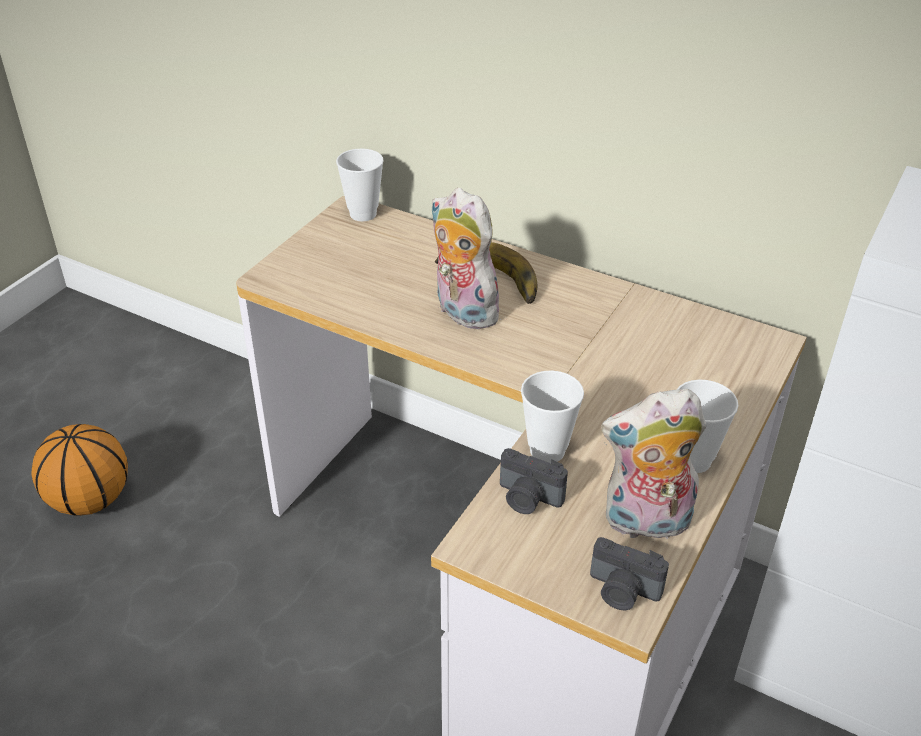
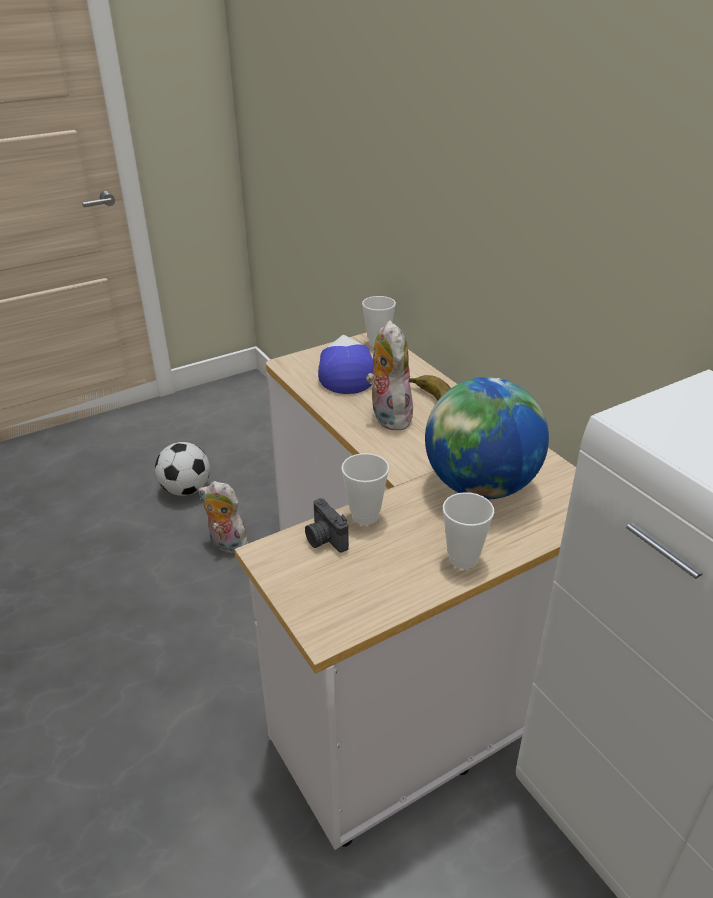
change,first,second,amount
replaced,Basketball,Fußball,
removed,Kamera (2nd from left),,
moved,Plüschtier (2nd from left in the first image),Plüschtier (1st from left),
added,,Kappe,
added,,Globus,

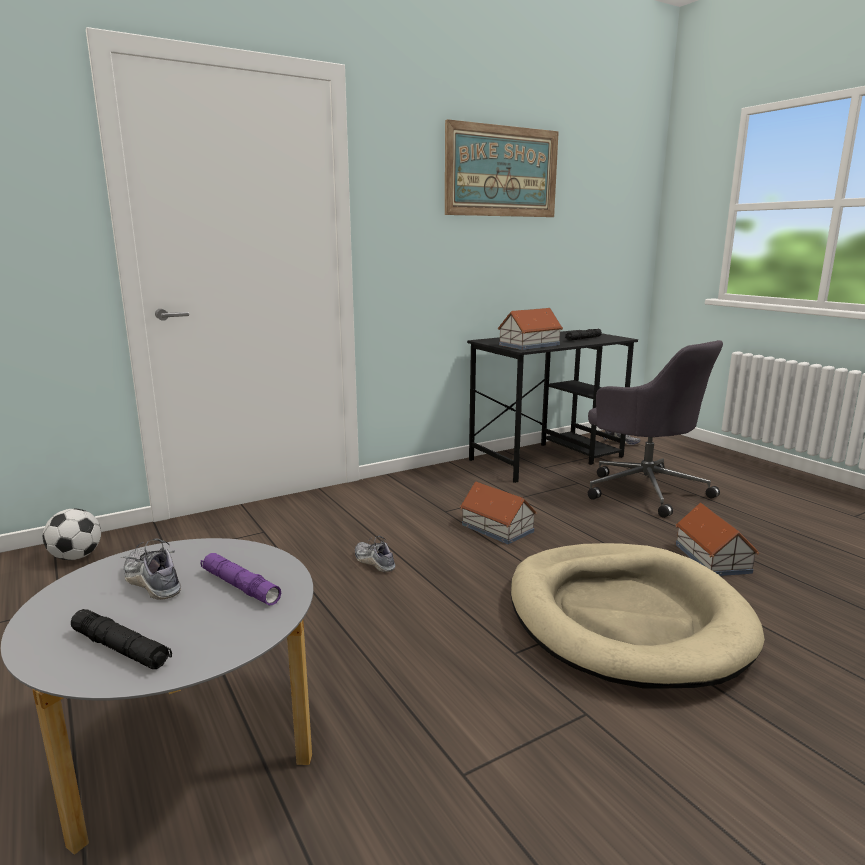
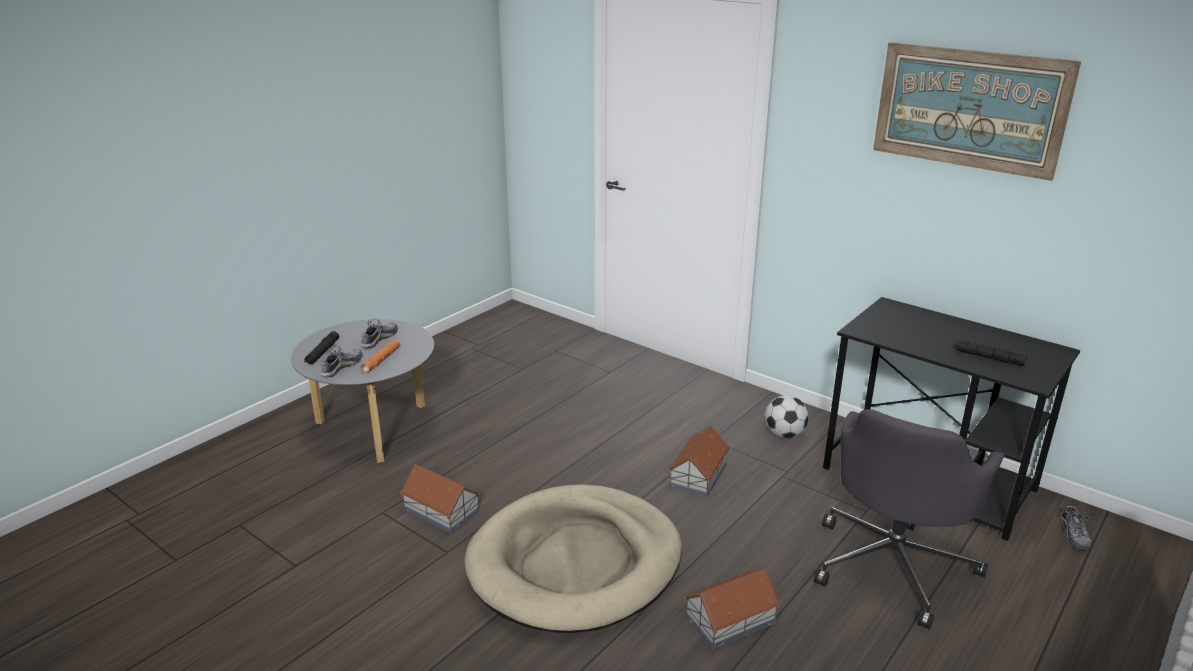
change,first,second,amount
moved,Fußball,,
recoloured,Taschenlampe [lila],Taschenlampe [orange],
moved,Schuh (2nd from left in the first image),Schuh (1st from left),
moved,Spielzeughaus (2nd from left in the first image),Spielzeughaus (1st from left),

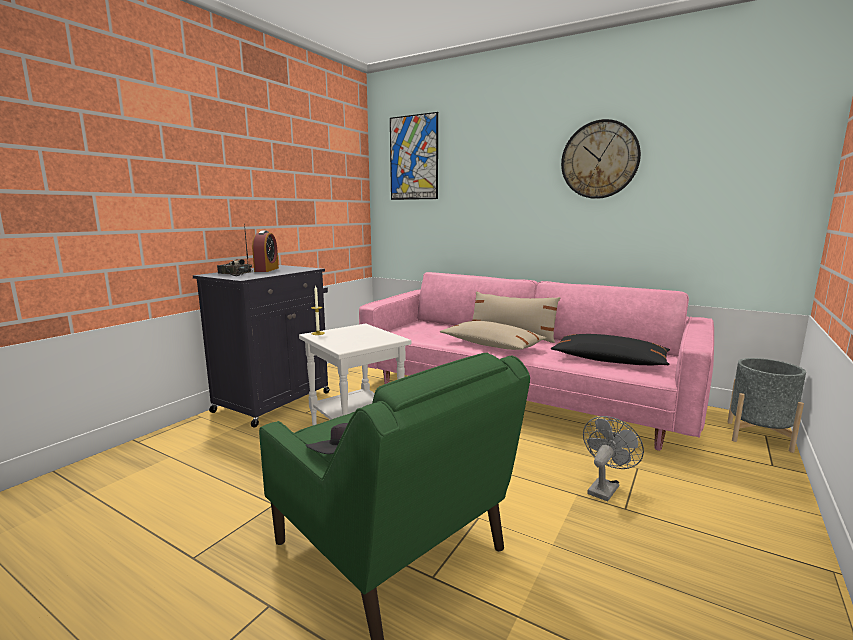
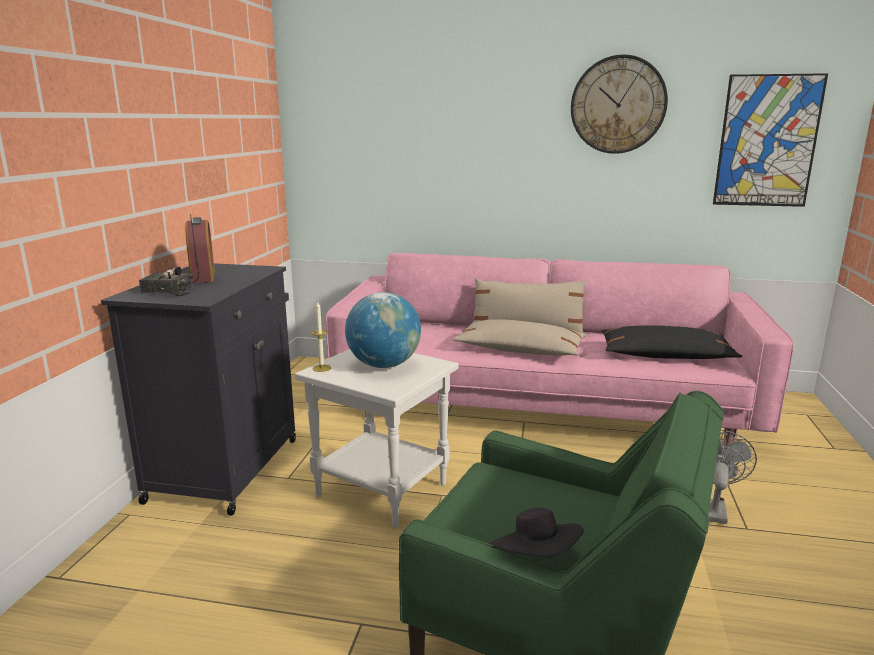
change,first,second,amount
moved,Bild,,
removed,Pflanzkübel [grau],,
added,,Globus,

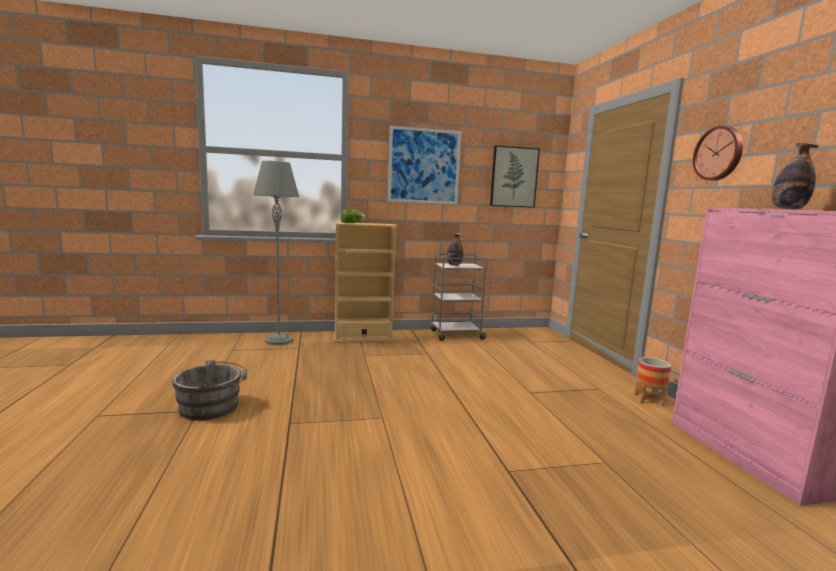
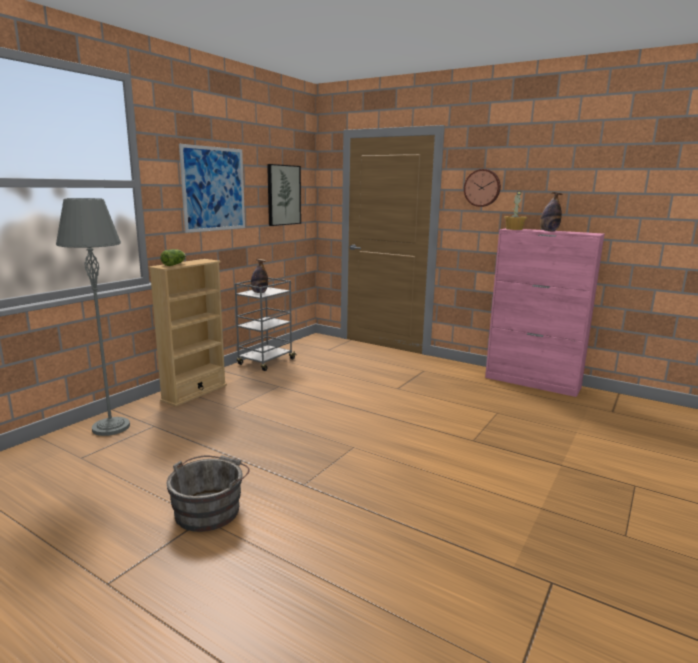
change,first,second,amount
removed,Pflanzkübel,,
added,,Topfpflanze,

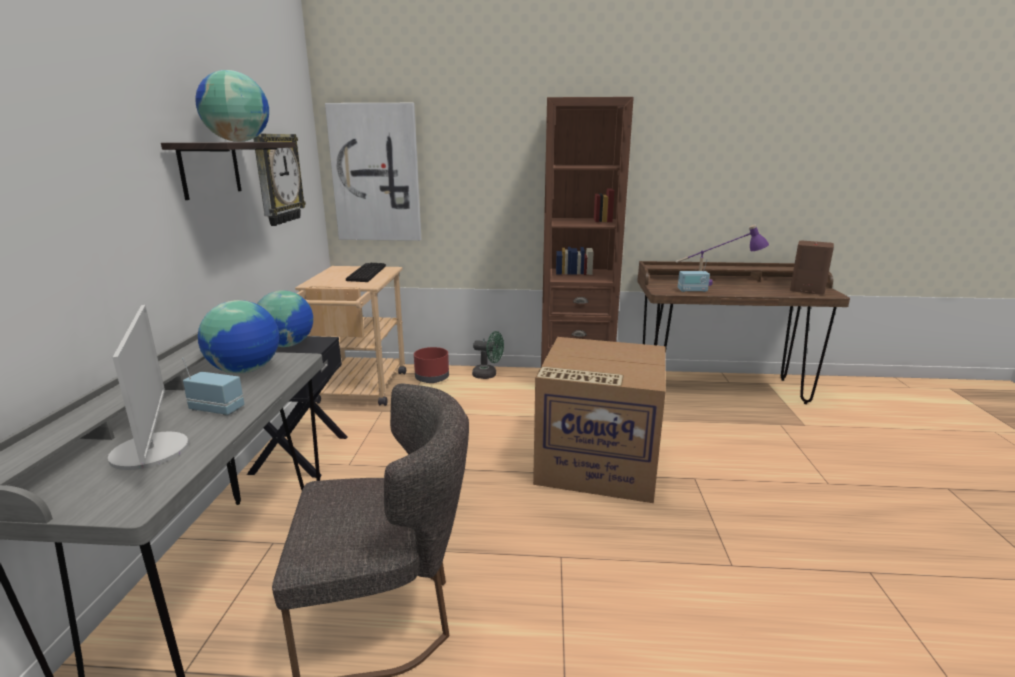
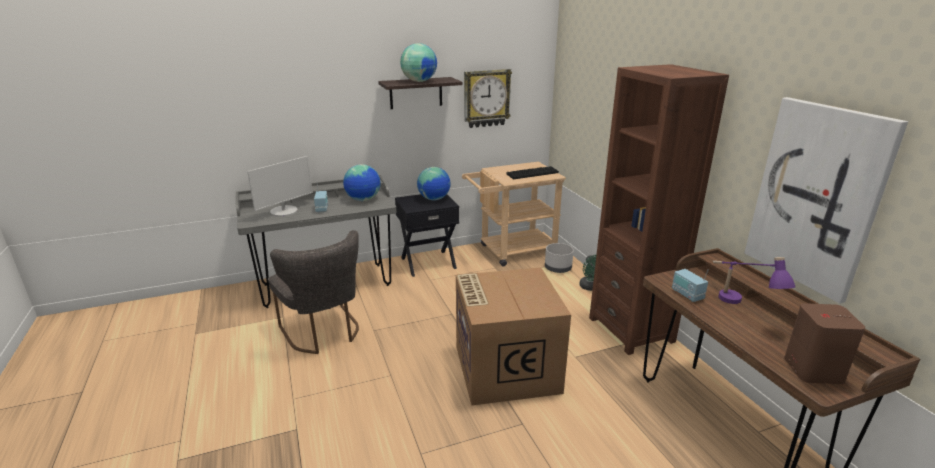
change,first,second,amount
moved,Bild,,
recoloured,Pflanzkübel [rot],Pflanzkübel [grau],

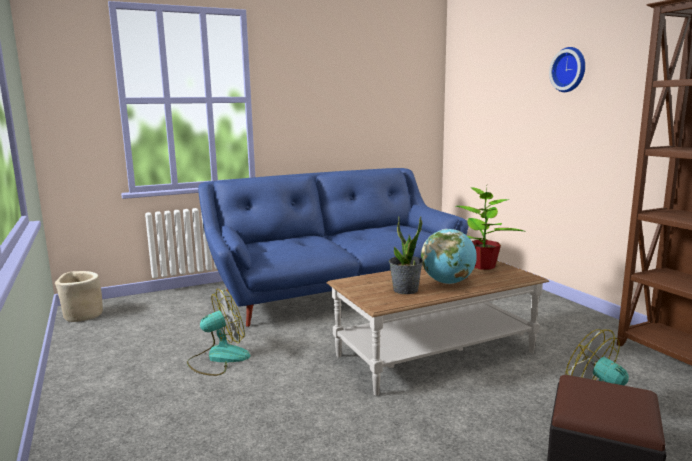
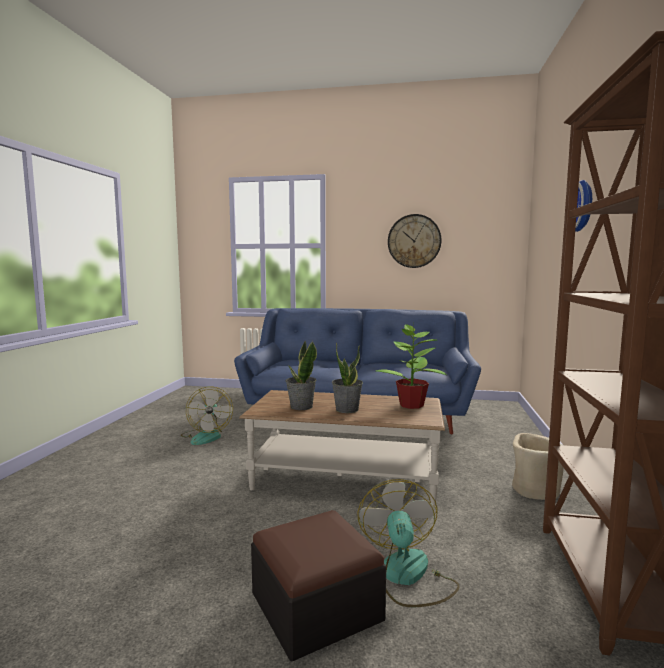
change,first,second,amount
moved,Pflanzkübel [beige],,
turned,Ventilator (1st from left),,75 degrees clockwise
replaced,Globus,Topfpflanze (2nd from left),
added,,Wanduhr (1st from left),

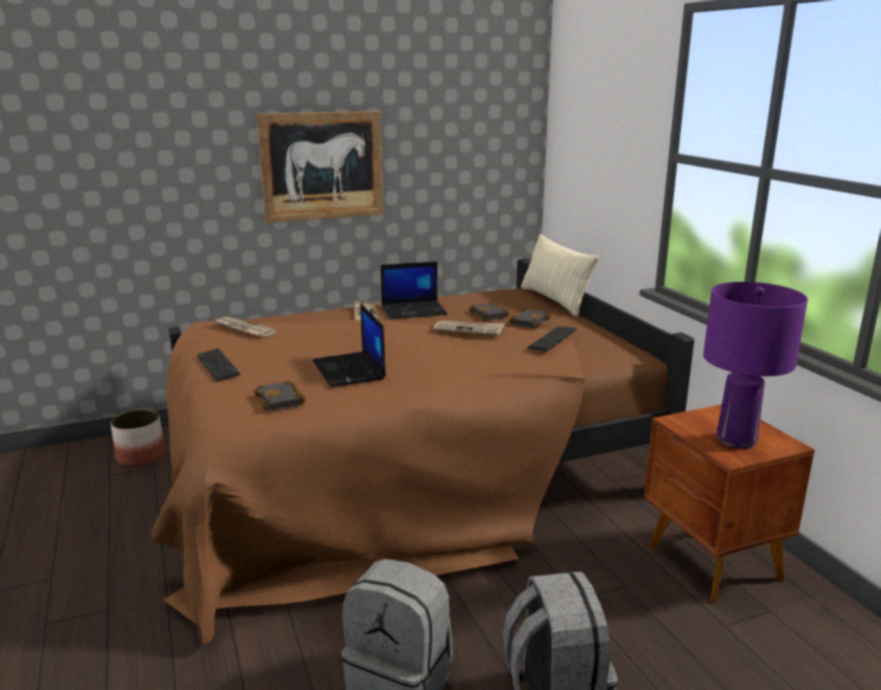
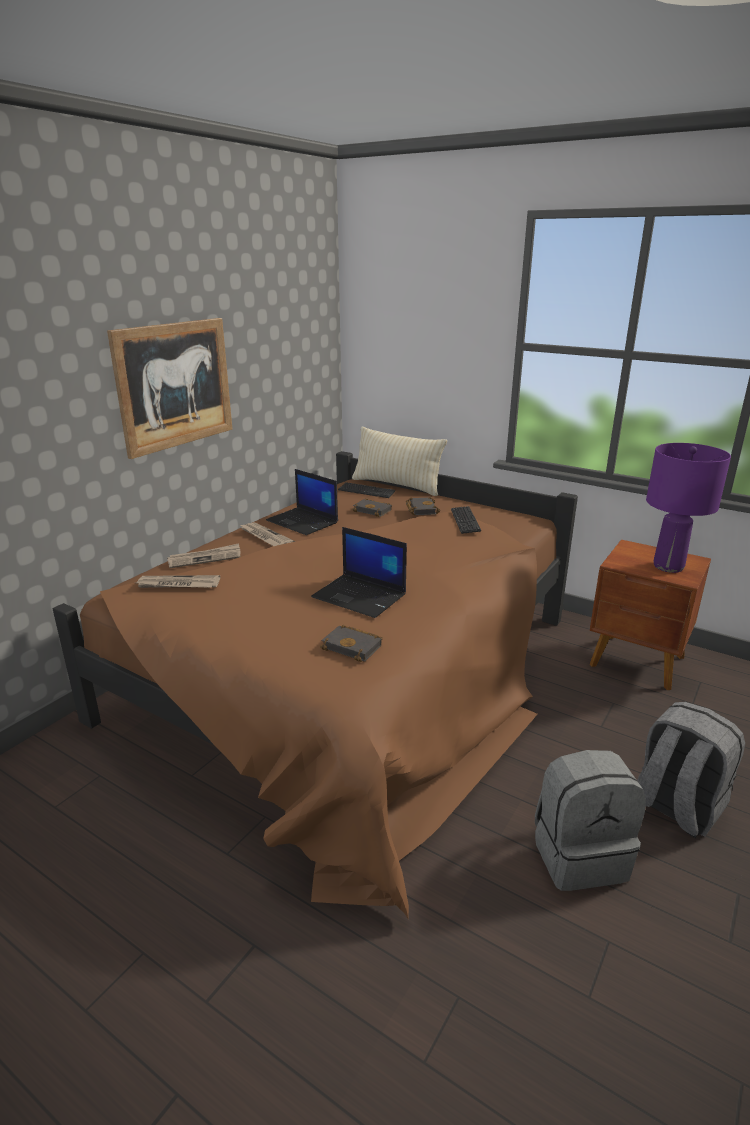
change,first,second,amount
removed,Pflanzkübel,,
moved,Tastatur (1st from left),,
turned,Laptop (2nd from left in the first image),Laptop (1st from left),90 degrees clockwise
moved,Zeitung (3rd from left in the first image),Zeitung (2nd from left),

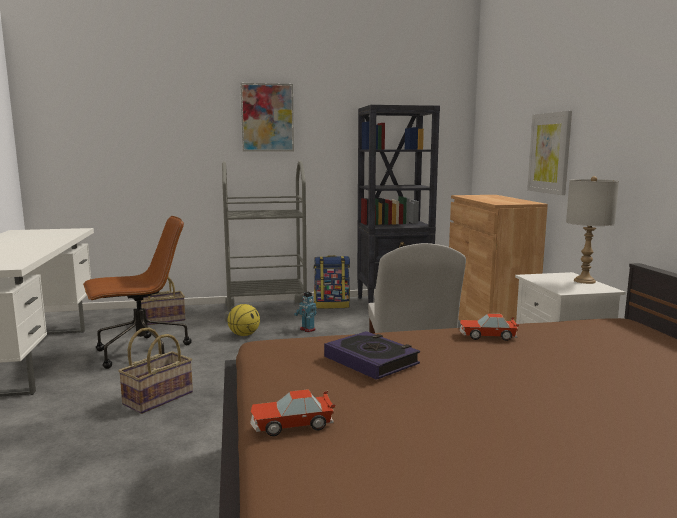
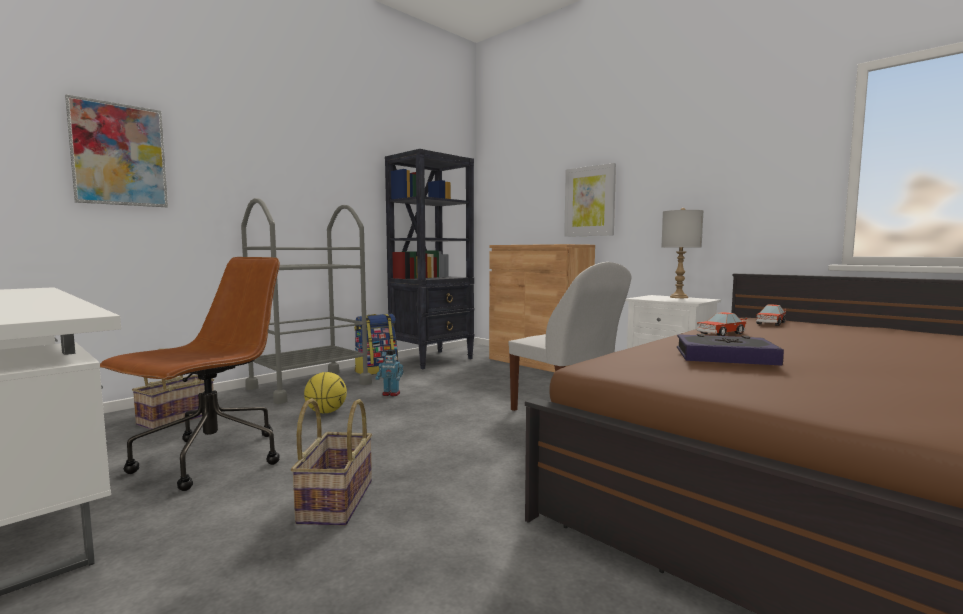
change,first,second,amount
moved,Bild (1st from left),,
moved,Spielzeugauto (1st from left in the first image),Spielzeugauto (2nd from left),

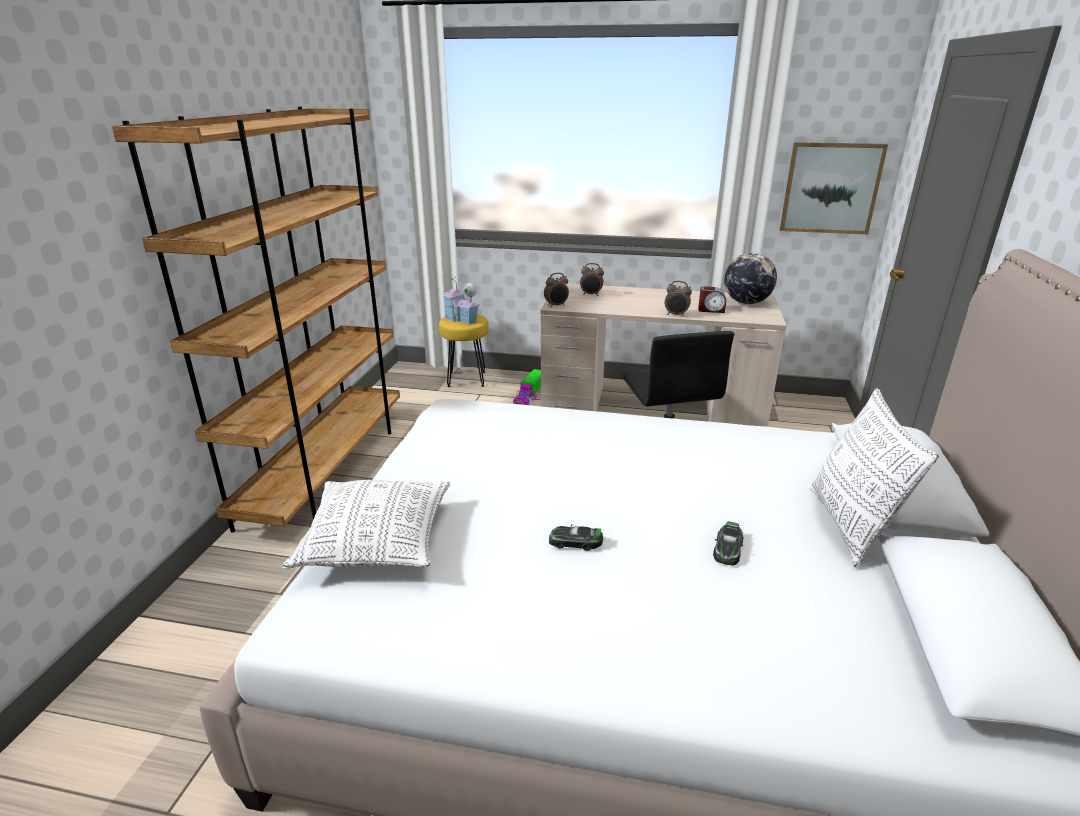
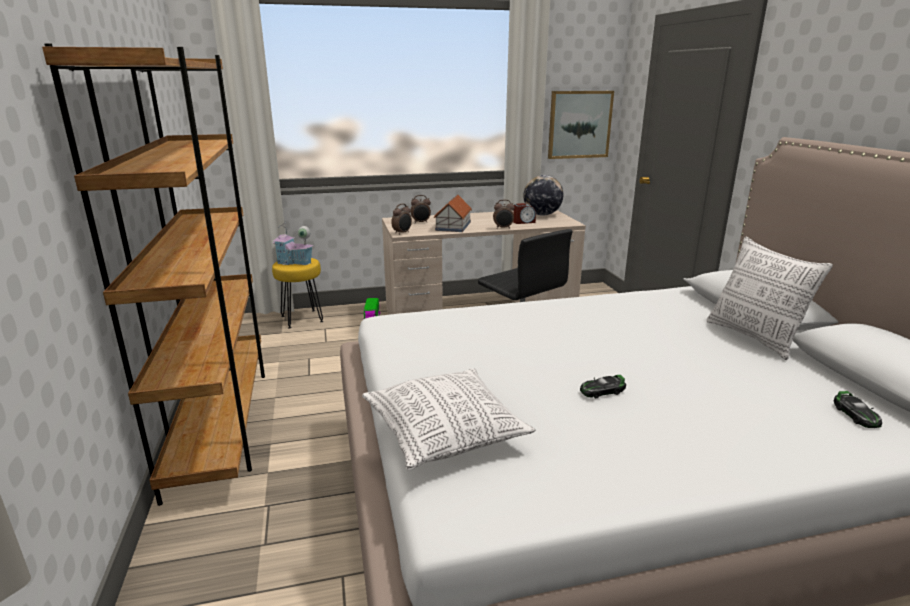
change,first,second,amount
moved,Spielzeugauto (2nd from left),,
added,,Spielzeughaus (2nd from left),

